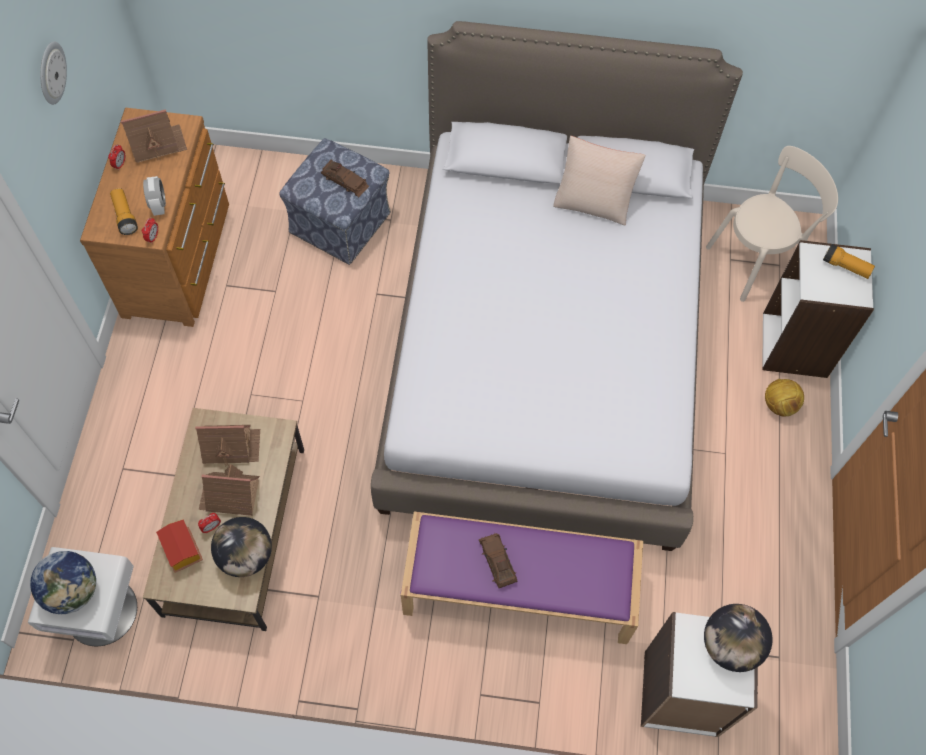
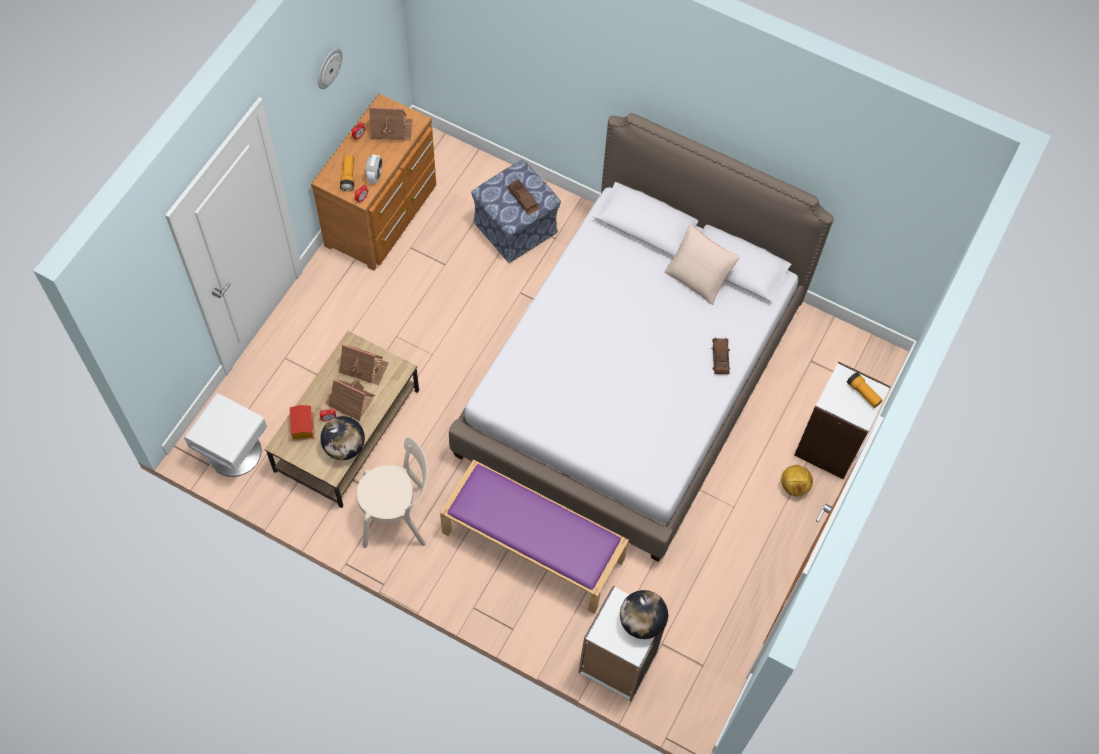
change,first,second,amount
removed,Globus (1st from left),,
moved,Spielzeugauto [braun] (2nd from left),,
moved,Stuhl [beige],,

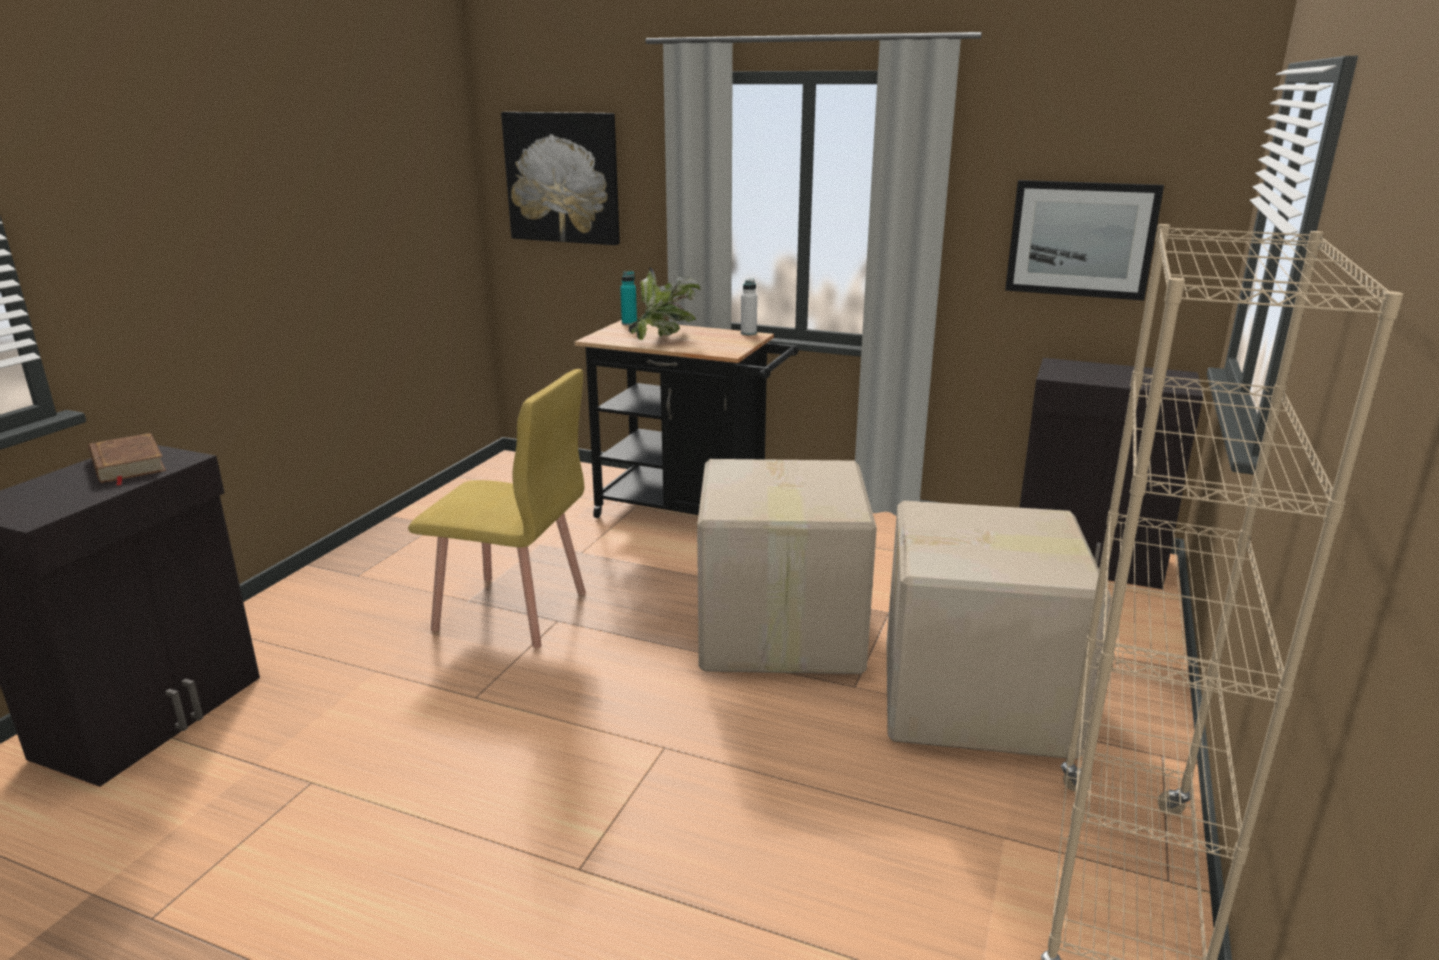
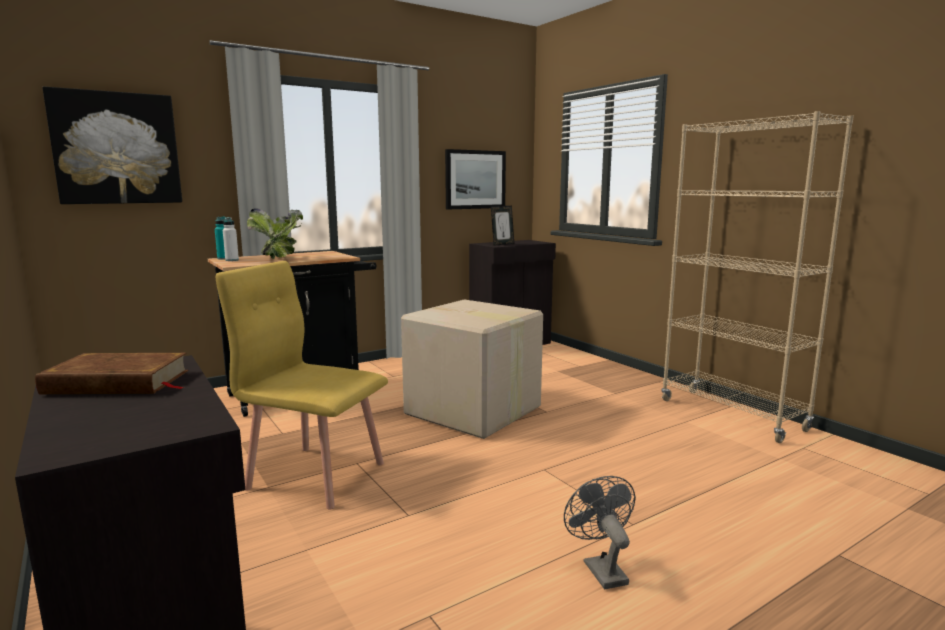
change,first,second,amount
turned,Stuhl [gelb],,120 degrees counterclockwise
moved,Flasche [weiß],,
removed,Karton (2nd from left),,
added,,Bilderrahmen,
added,,Ventilator [grau],

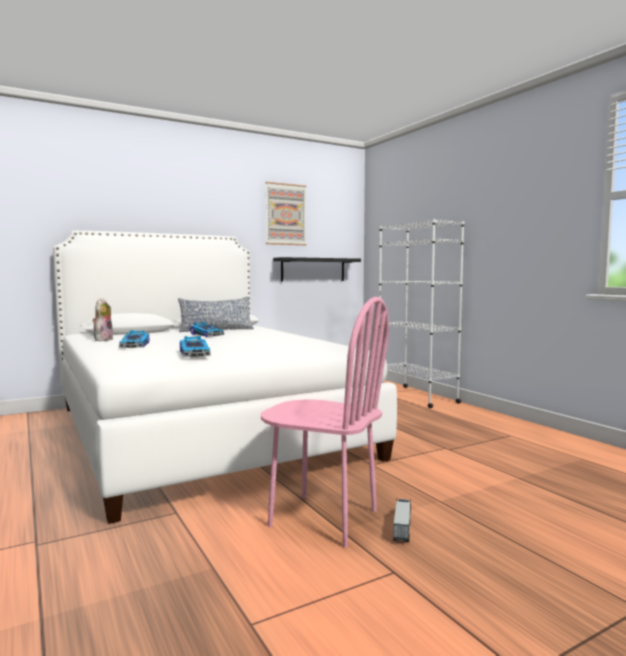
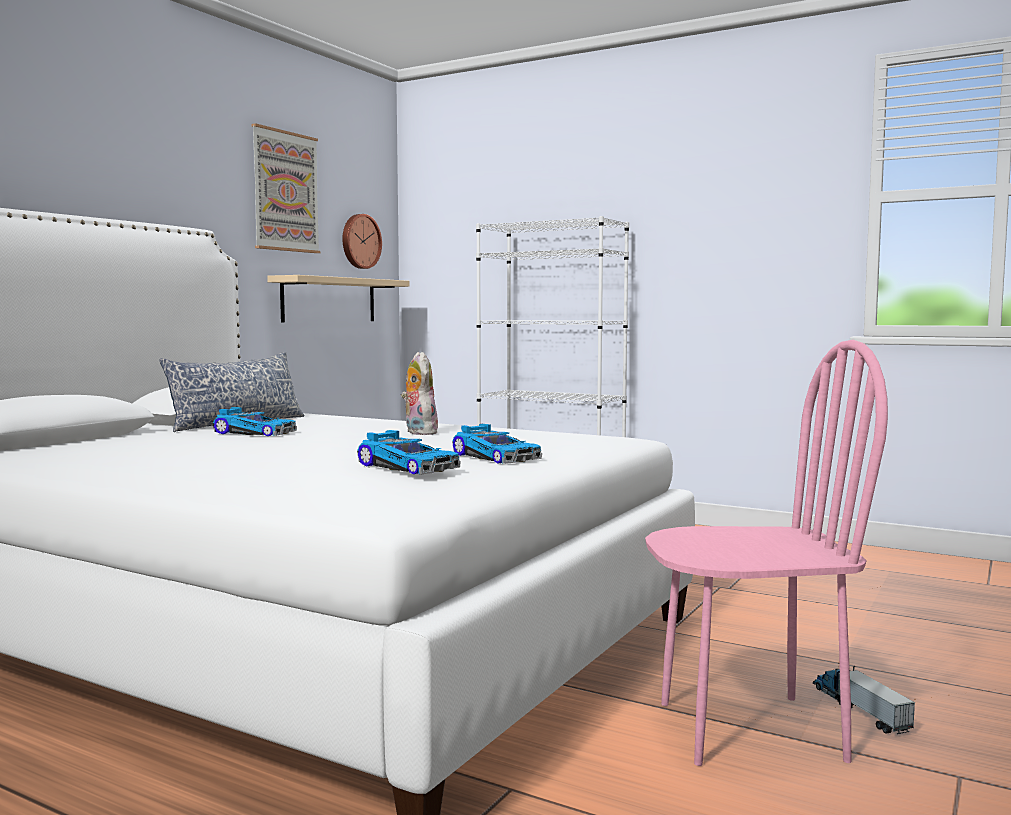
change,first,second,amount
moved,Plüschtier,,
moved,Spielzeugauto (1st from left in the first image),Spielzeugauto (3rd from left),
recoloured,Wandregal [schwarz],Wandregal [beige],
added,,Wanduhr,

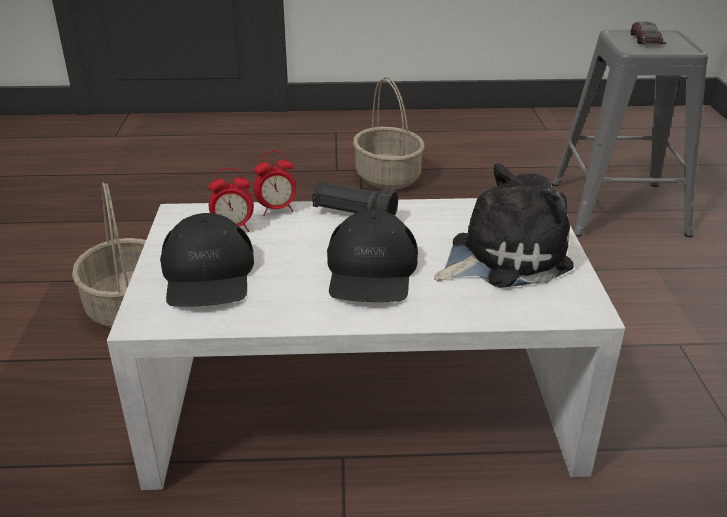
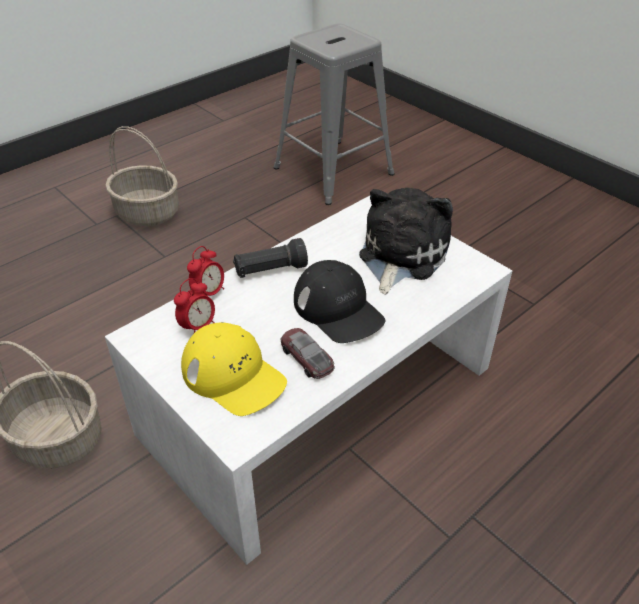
change,first,second,amount
recoloured,Kappe [schwarz] (1st from left),Kappe [gelb],
moved,Spielzeugauto,,

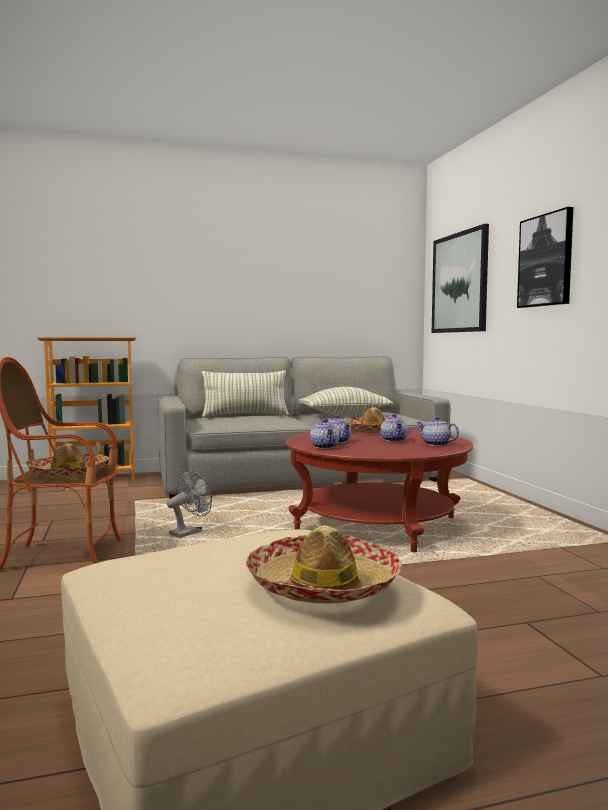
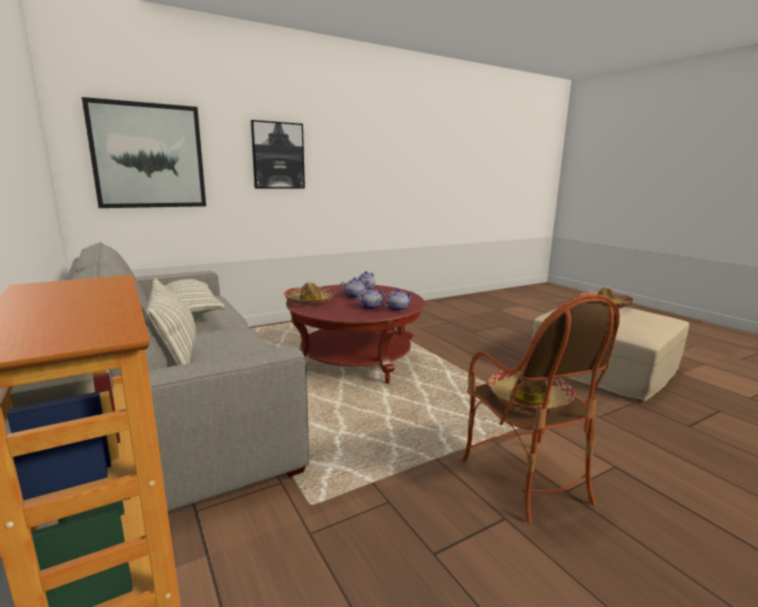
change,first,second,amount
removed,Ventilator [grau],,

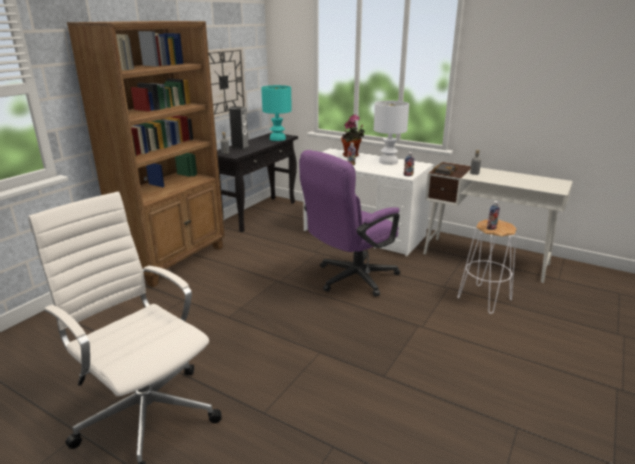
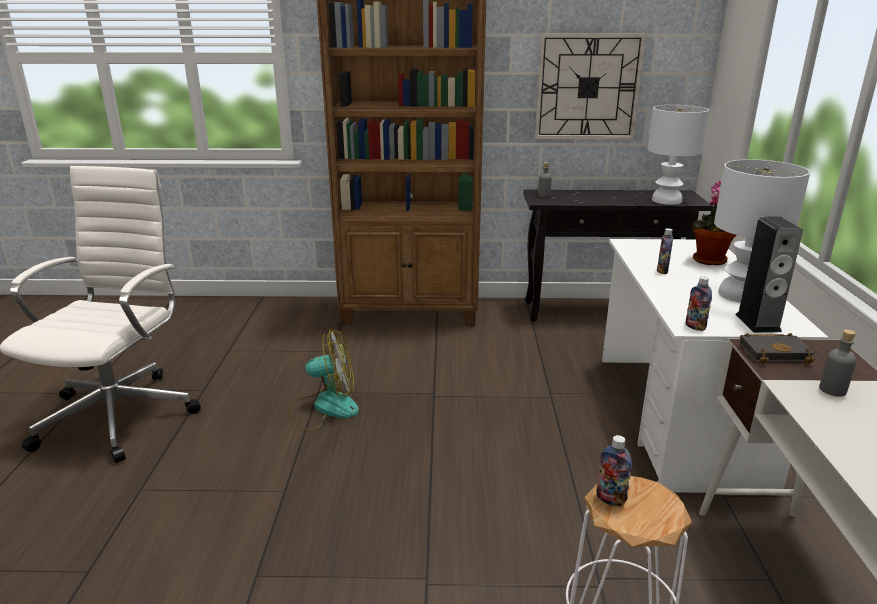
change,first,second,amount
moved,Lautsprecher,,
recoloured,Tischlampe [türkis],Tischlampe [weiß] (1st from left),
removed,Bürostuhl [lila],,
added,,Ventilator,

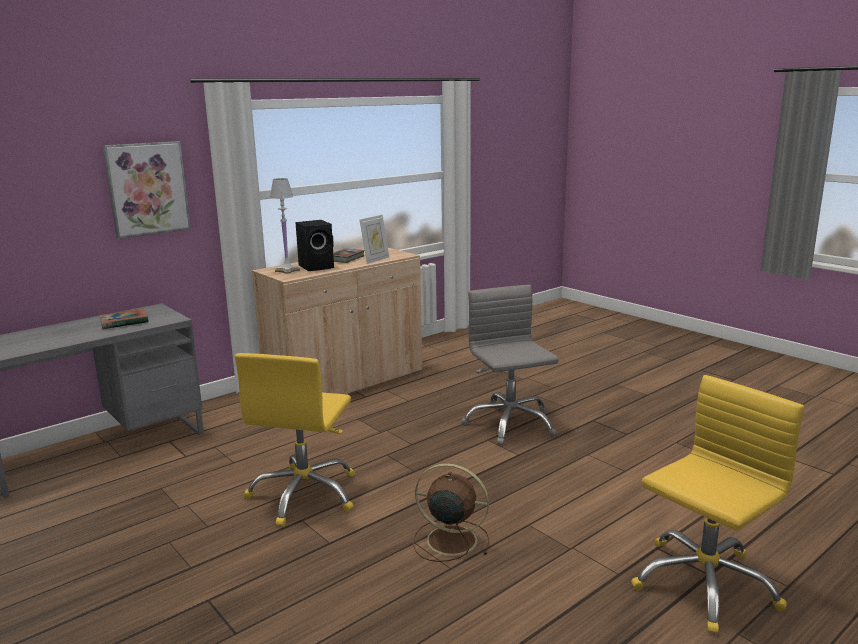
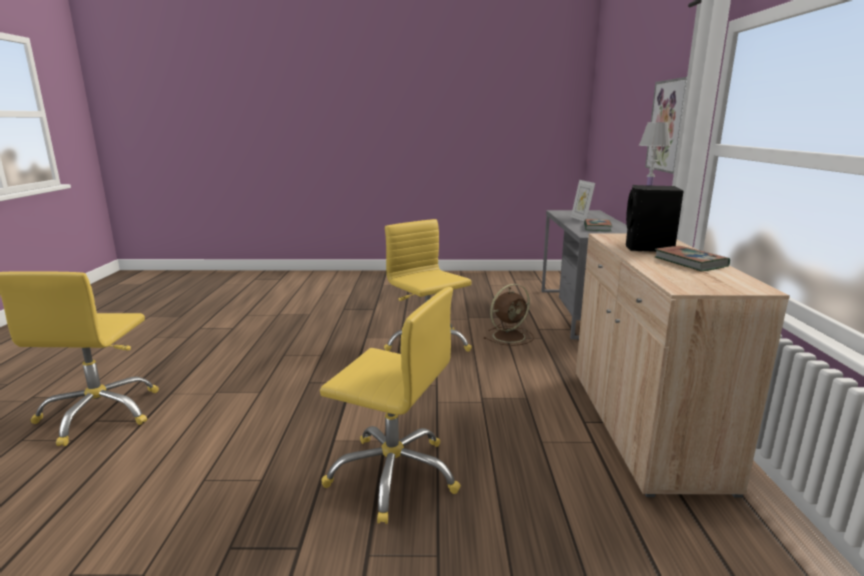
change,first,second,amount
moved,Bilderrahmen,,
moved,Ventilator [braun],,
recoloured,Bürostuhl [grau],Bürostuhl [gelb] (2nd from left),

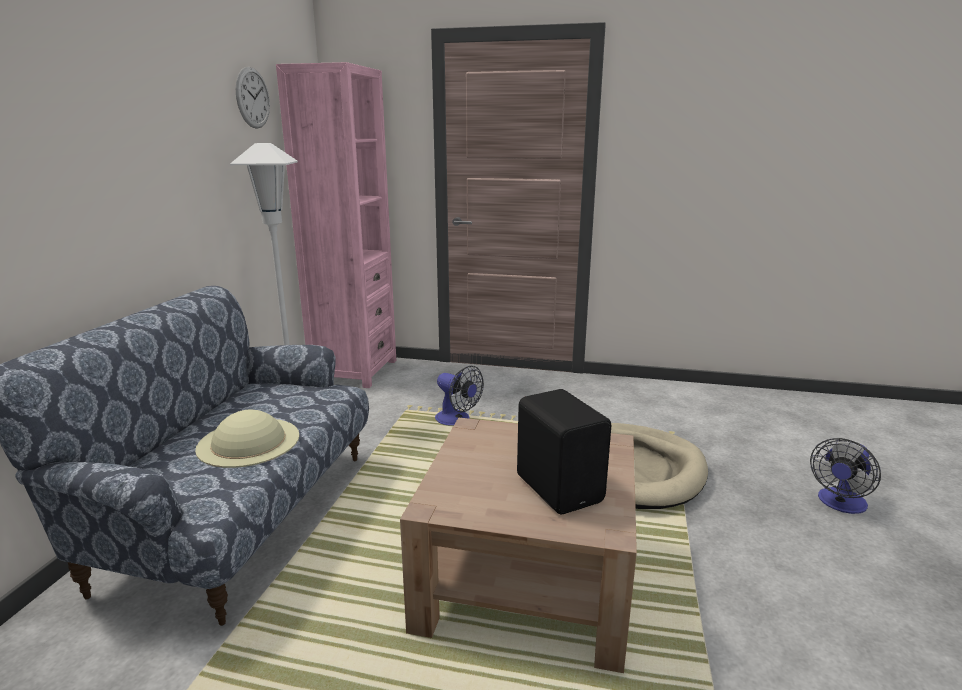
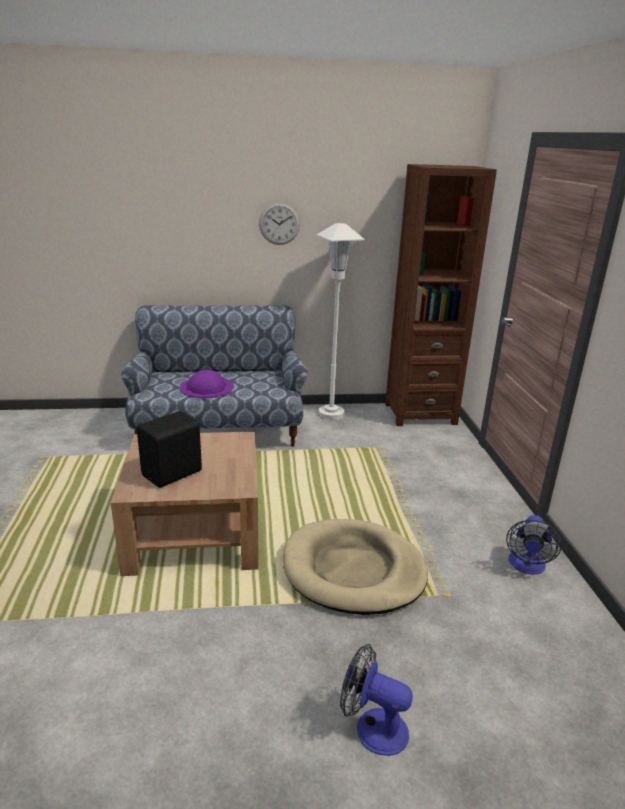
change,first,second,amount
recoloured,Hut [beige],Hut [lila],
moved,Wanduhr,,
recoloured,Bücherregal [rosa],Bücherregal [braun],
moved,Ventilator (1st from left in the first image),Ventilator (2nd from left),

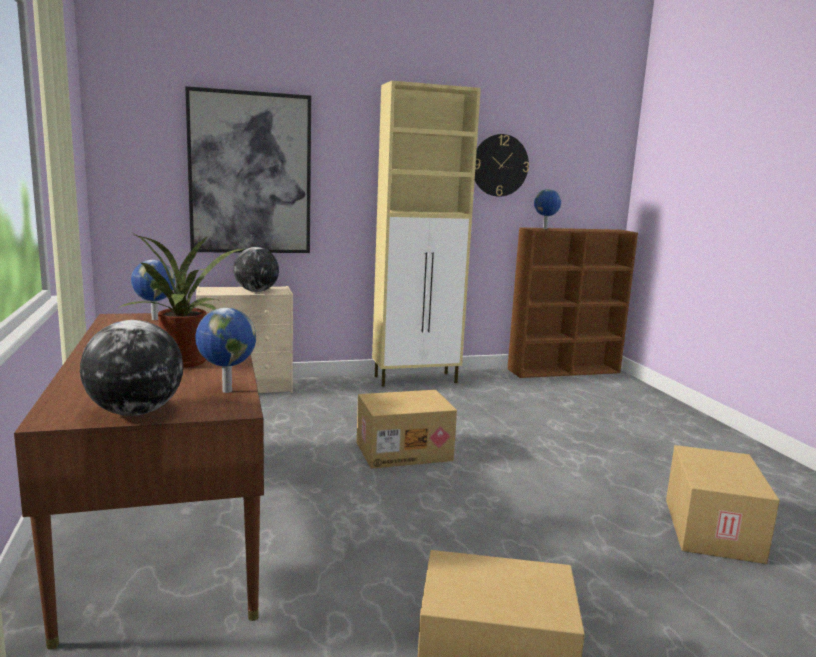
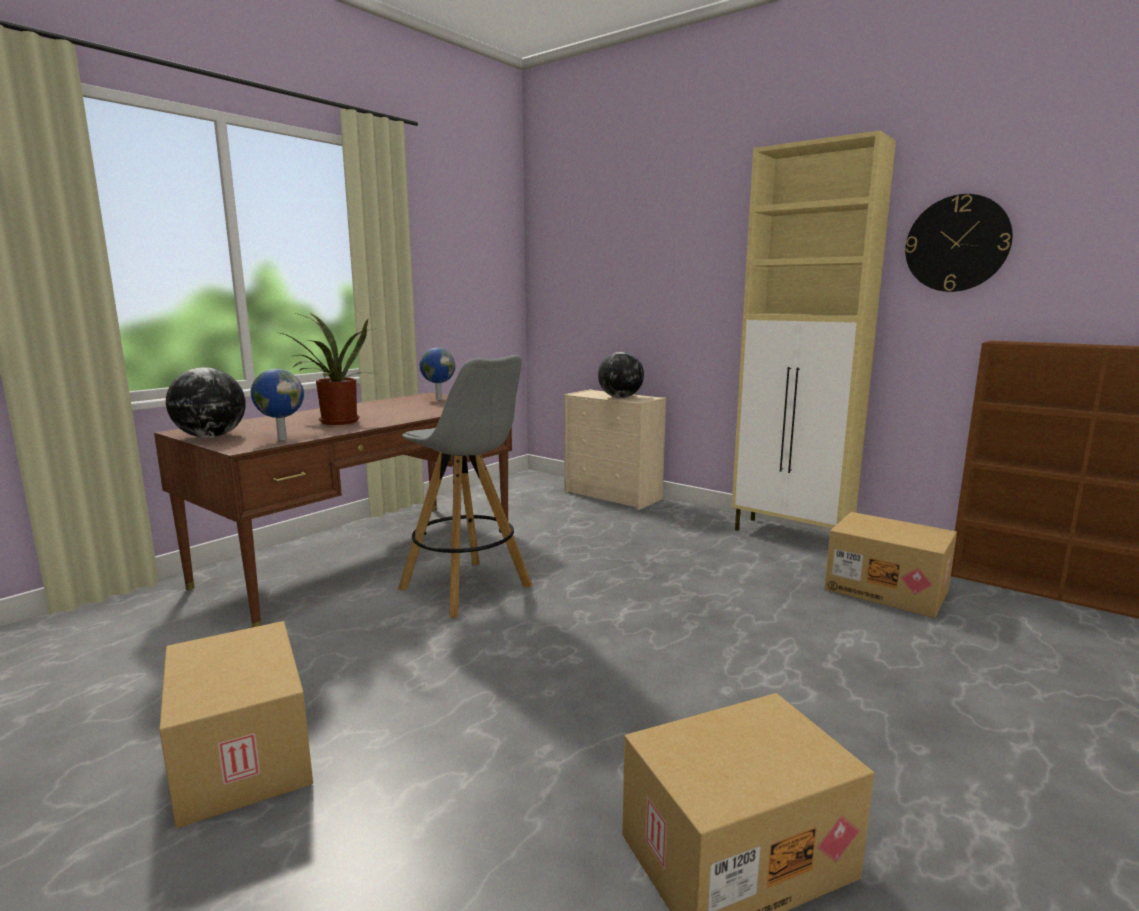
change,first,second,amount
removed,Bild,,
moved,Karton (1st from left in the first image),Karton (3rd from left),
removed,Globus (5th from left),,
added,,Hocker [grau],

